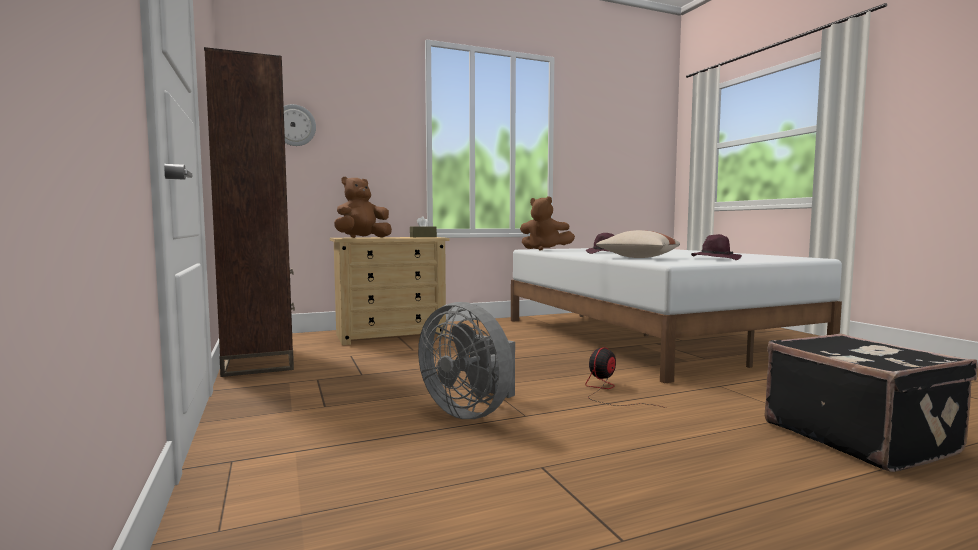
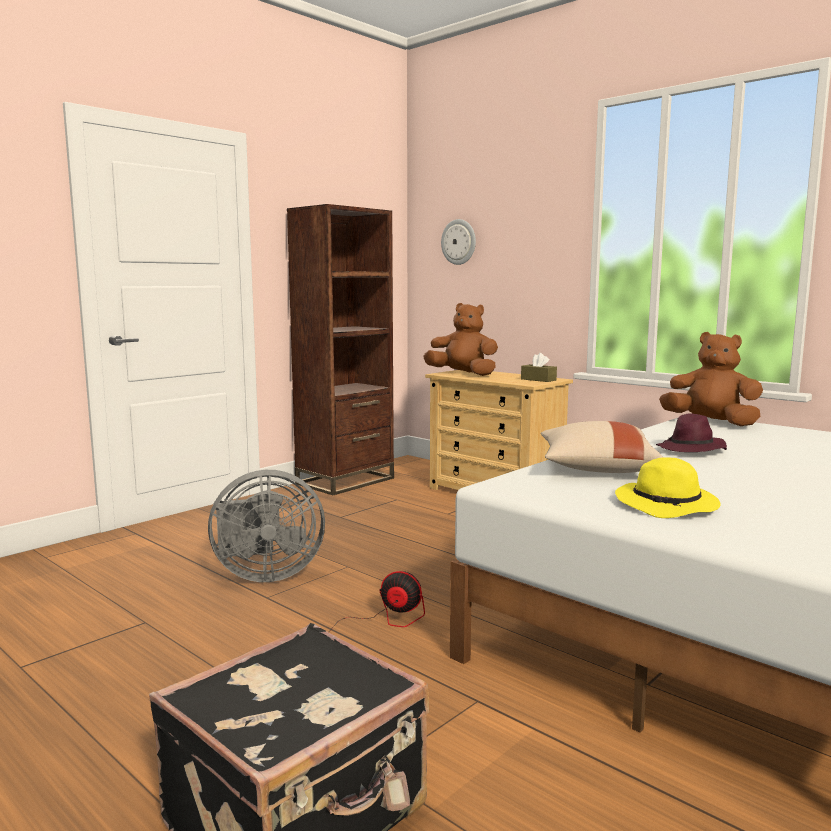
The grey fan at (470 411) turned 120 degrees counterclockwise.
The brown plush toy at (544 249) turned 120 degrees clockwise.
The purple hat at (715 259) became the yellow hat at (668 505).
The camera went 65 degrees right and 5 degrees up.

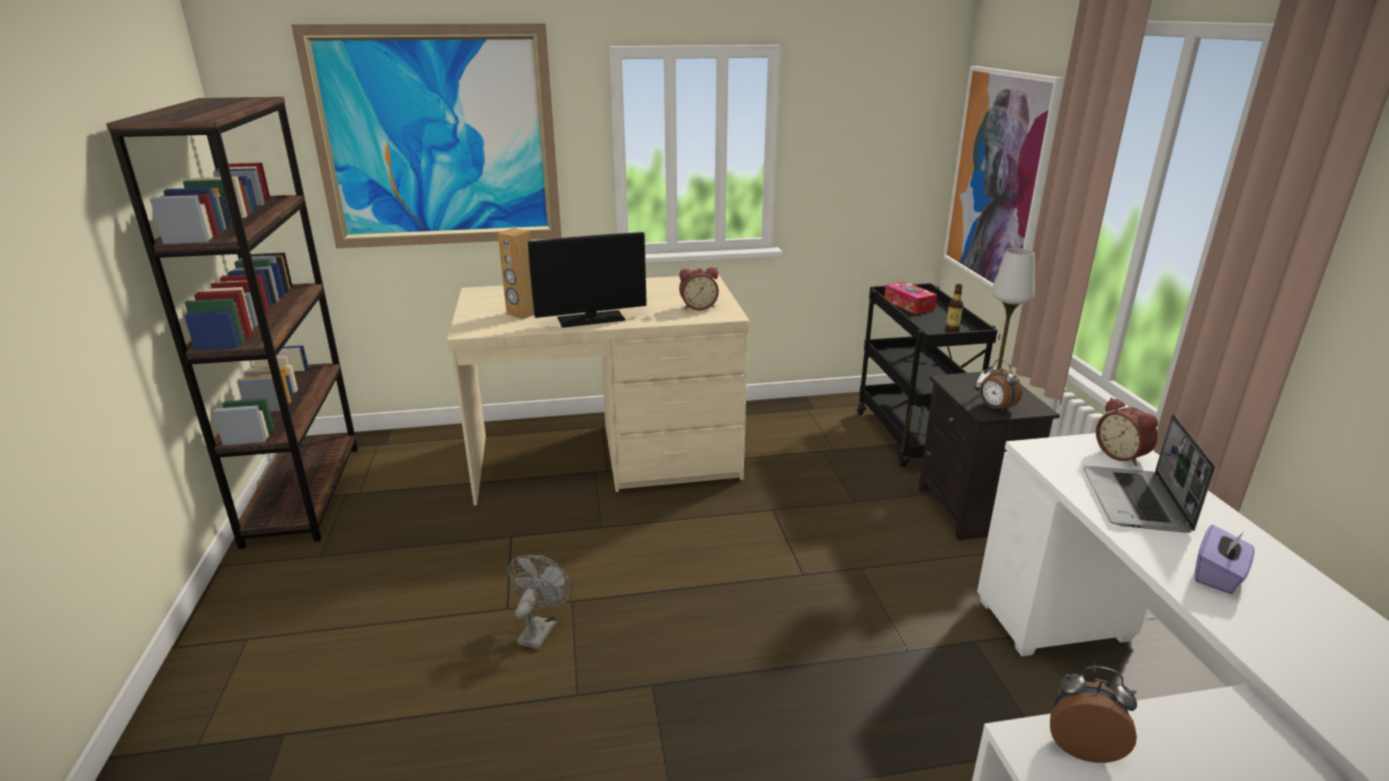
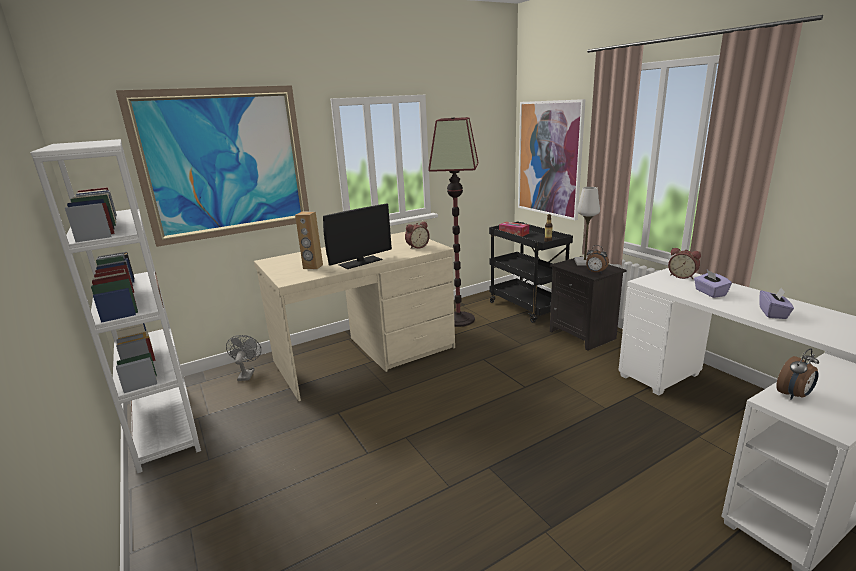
The brown bookcase at (304 493) became the white bookcase at (164 425).
The grey fan moved from (540 629) to (247 374).
The alarm clock at (1082 745) turned 150 degrees clockwise.
The laptop at (1136 502) was replaced by the purple tissue box at (710 293).
The floor lamp at (458 319) appeared.
The camera went 20 degrees left and 5 degrees down.

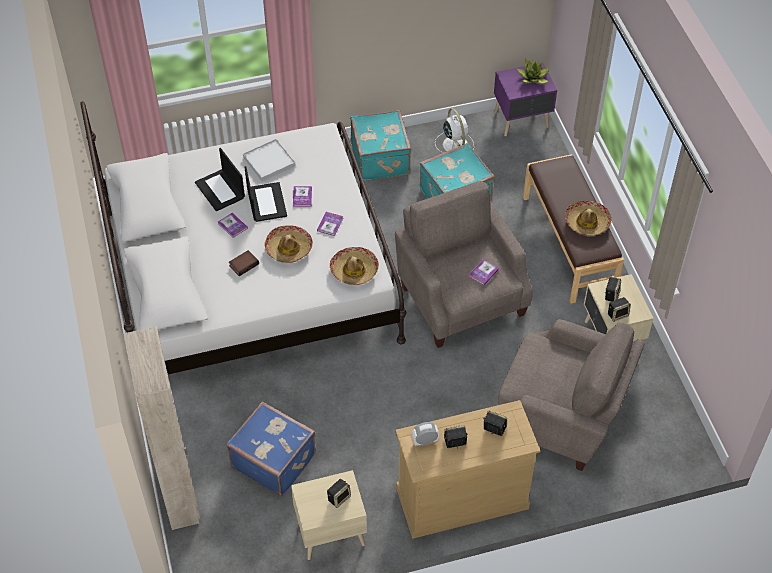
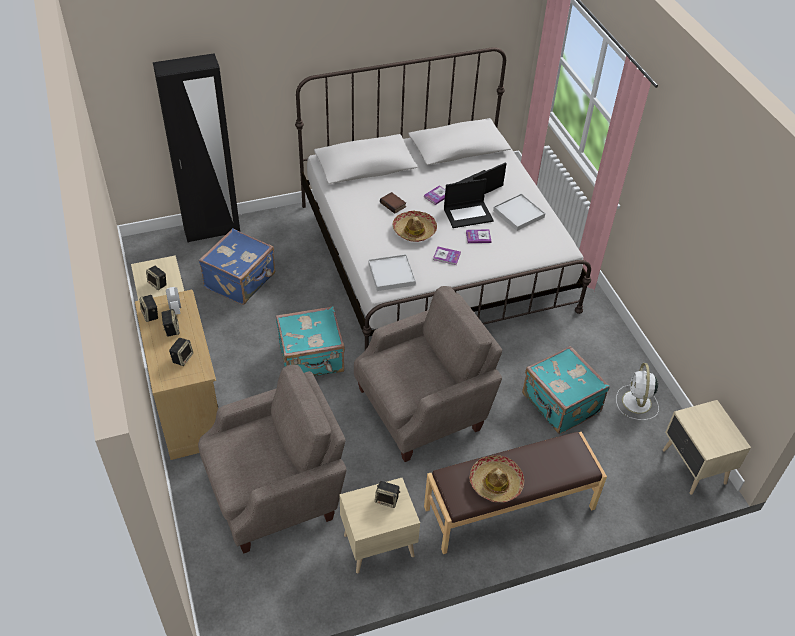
The beige wardrobe at (180 497) became the black wardrobe at (212 231).
The hat at (354 270) was replaced by the white tray at (391 274).
The turquoise suitcase moved from (381 158) to (312 359).
The white fan at (454 144) turned 120 degrees clockwise.
The book at (483 273) disappeared.
The purple nightstand at (522 120) became the beige nightstand at (693 468).
The beige armchair at (561 416) turned 135 degrees counterclockwise.
The potted plant at (533 78) disappeared.
The speaker moved from (617 314) to (151 315).
The camera went 85 degrees right and 5 degrees down.

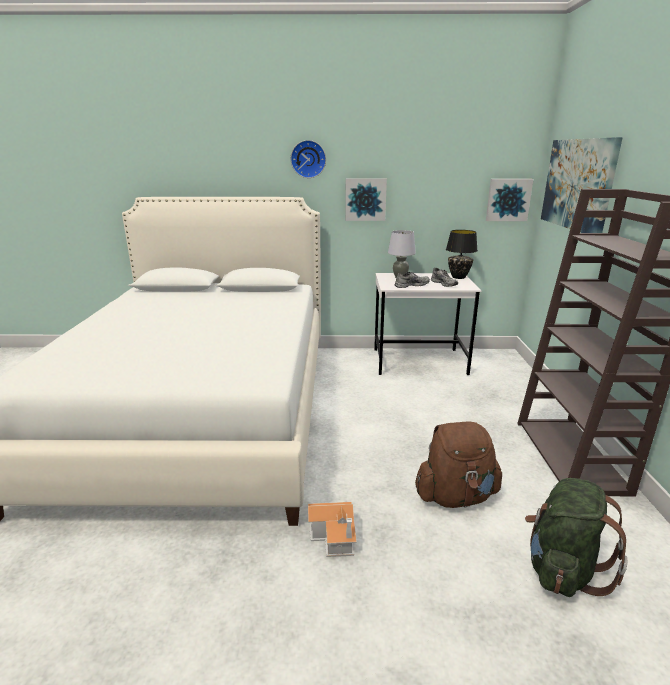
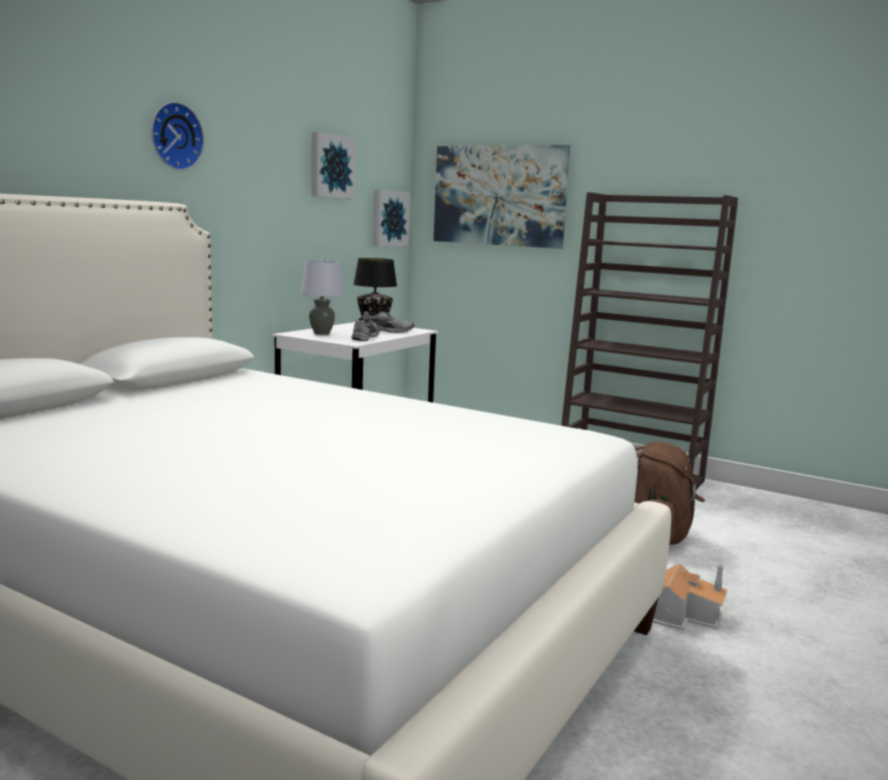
The picture moved from (365 199) to (331 166).
The green backpack at (562 569) disappeared.
The camera went 60 degrees left and 10 degrees down.

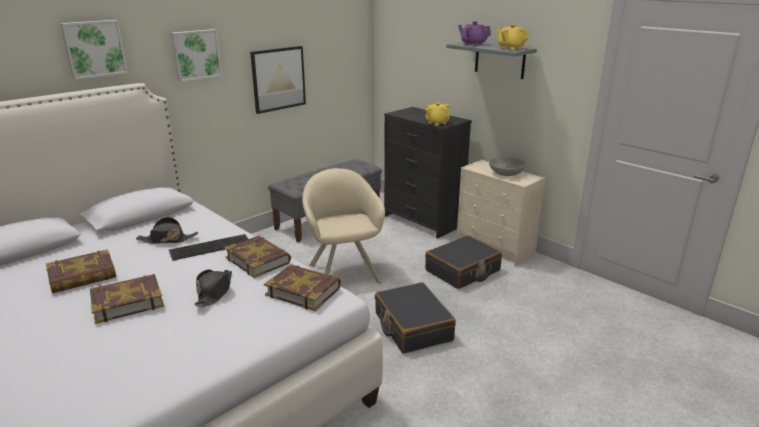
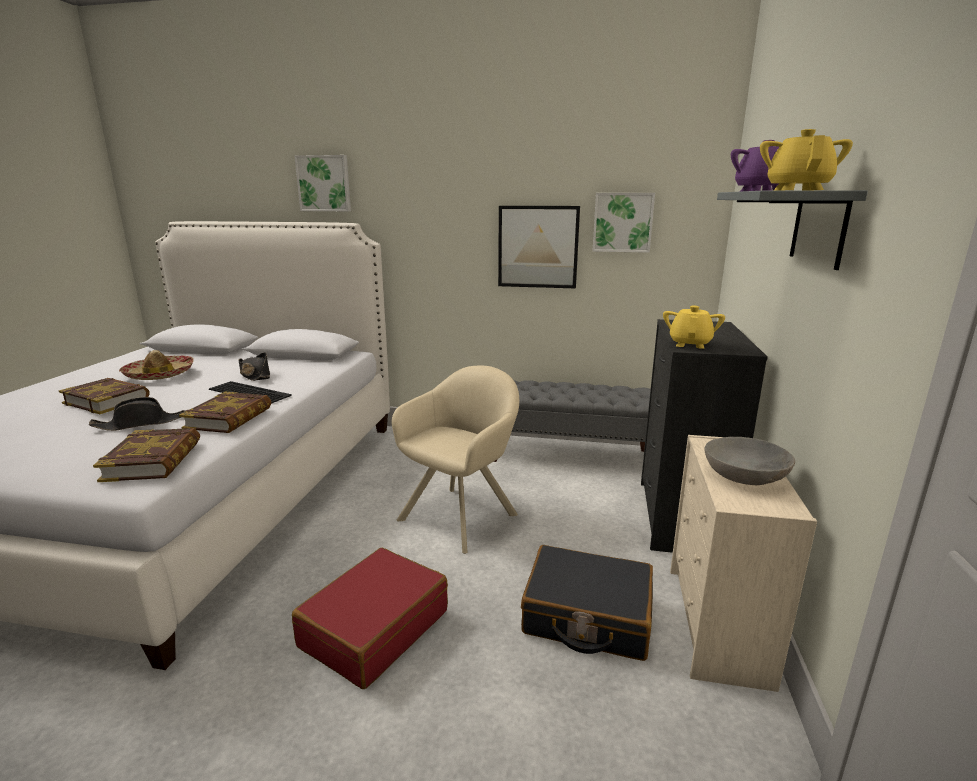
The book at (82 276) was replaced by the hat at (159 375).
The picture moved from (196 54) to (622 222).
The black suitcase at (412 327) became the red suitcase at (374 628).
The camera went 55 degrees right and 5 degrees down.

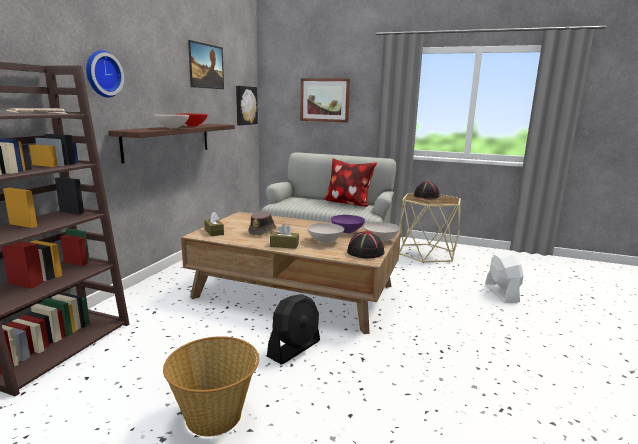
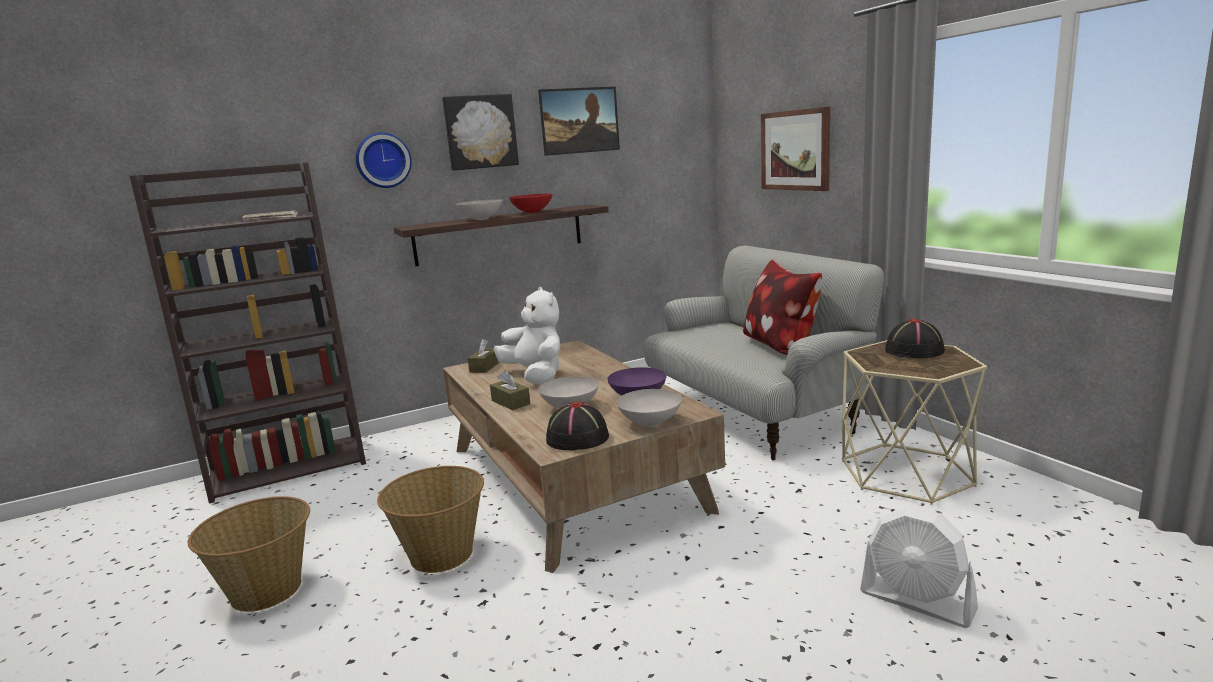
The picture moved from (245 105) to (480 132).
The brown hat at (263 231) was replaced by the white plush toy at (535 376).
The black fan at (294 349) was replaced by the basket at (441 554).
The white fan at (501 293) turned 90 degrees clockwise.
The camera went 45 degrees right and 0 degrees up.

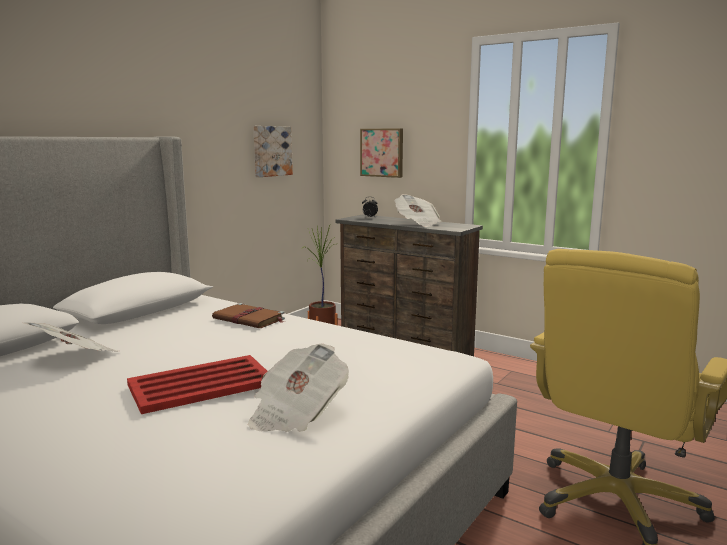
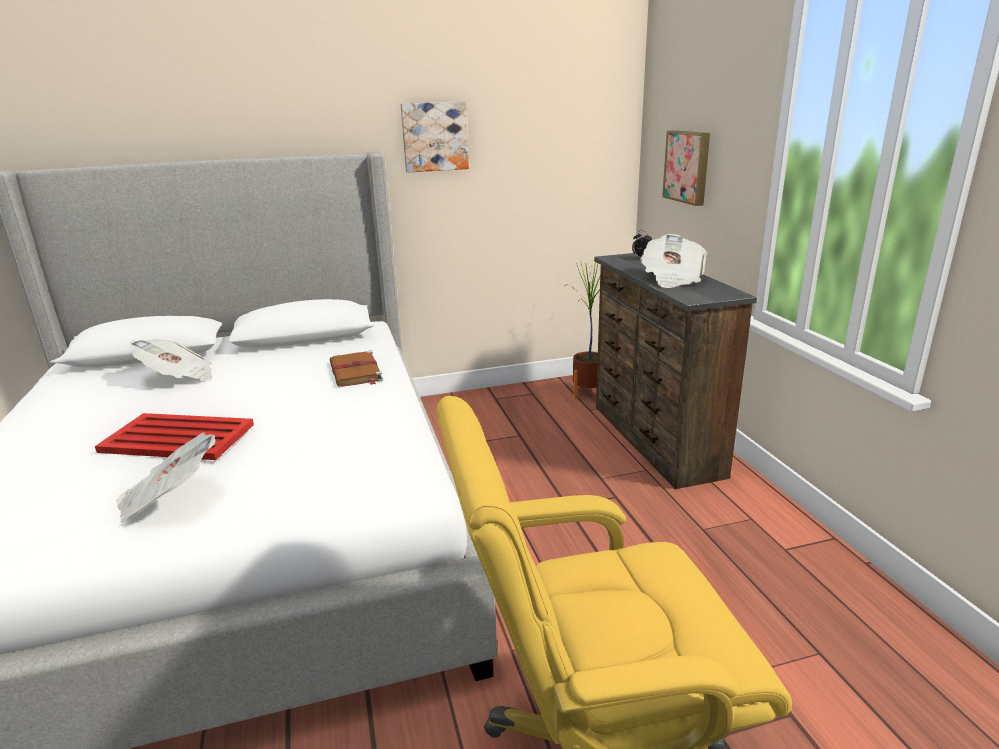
The picture moved from (271 151) to (434 136).
The camera went 40 degrees right and 10 degrees up.

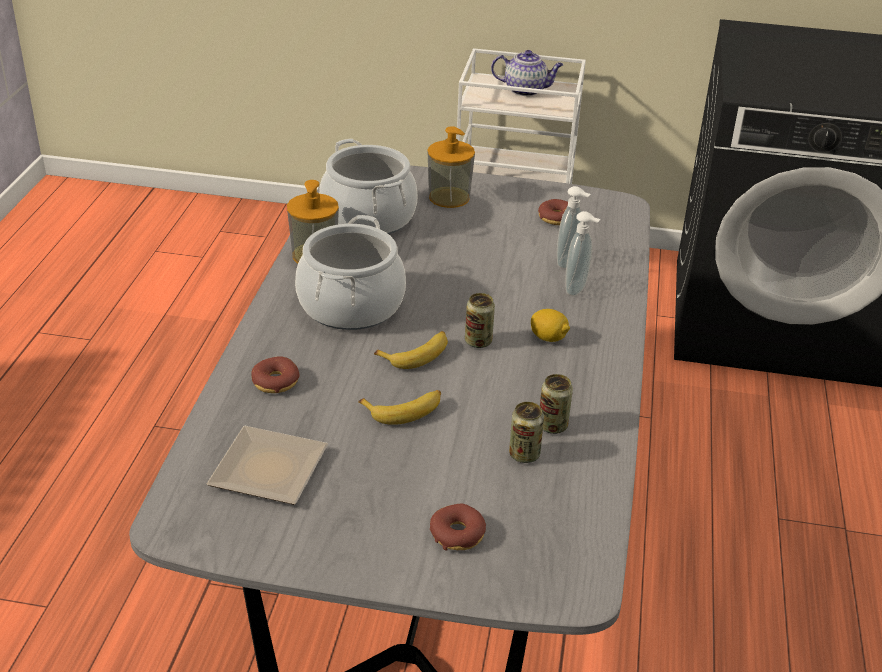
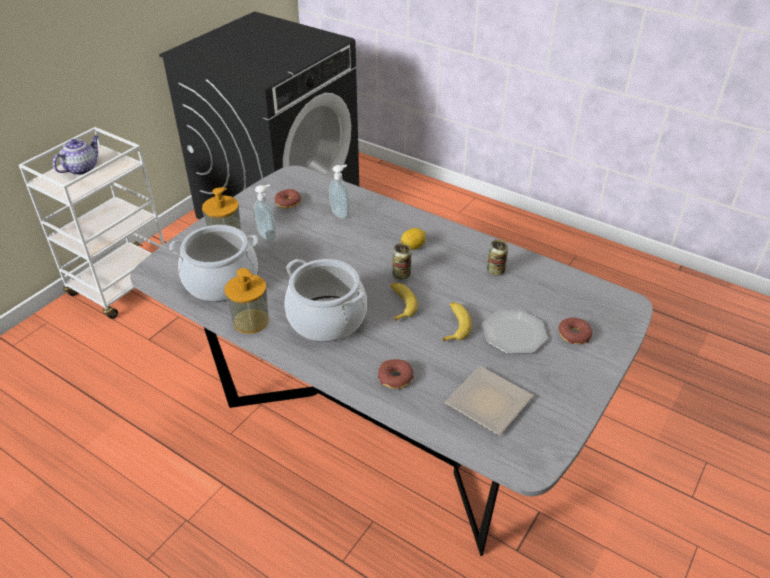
The can at (524 454) disappeared.
The soap dispenser moved from (578 289) to (268 235).
The plate at (513 333) appeared.
The camera went 65 degrees left and 5 degrees up.

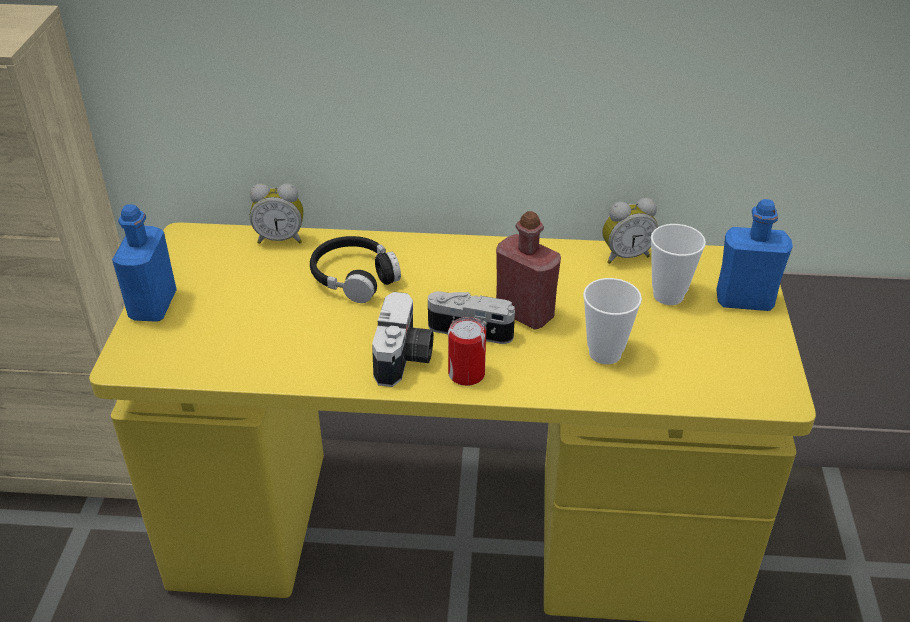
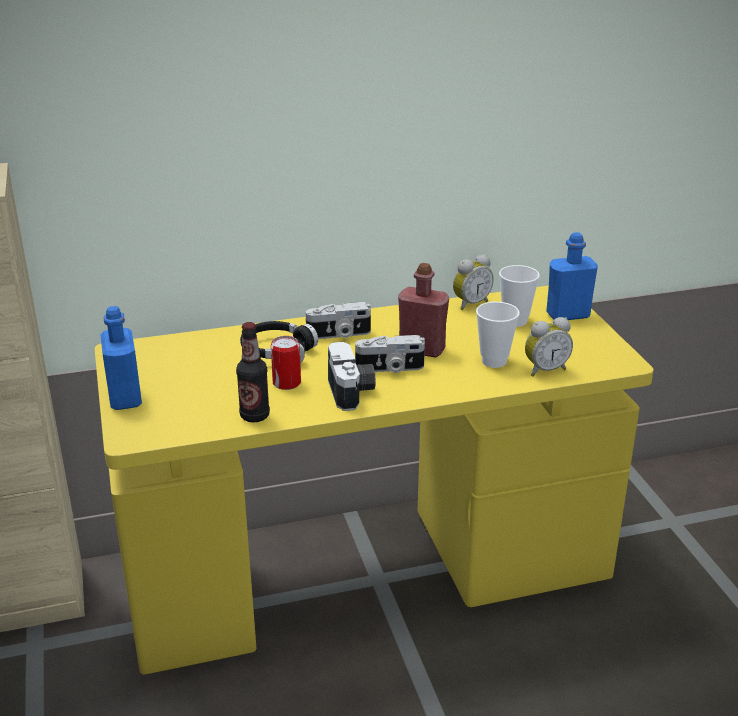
The alarm clock moved from (280 238) to (544 370).
The can moved from (466 374) to (286 383).
The bottle at (254 416) appeared.
The photo camera at (339 335) appeared.
The camera went 20 degrees left and 10 degrees down.

